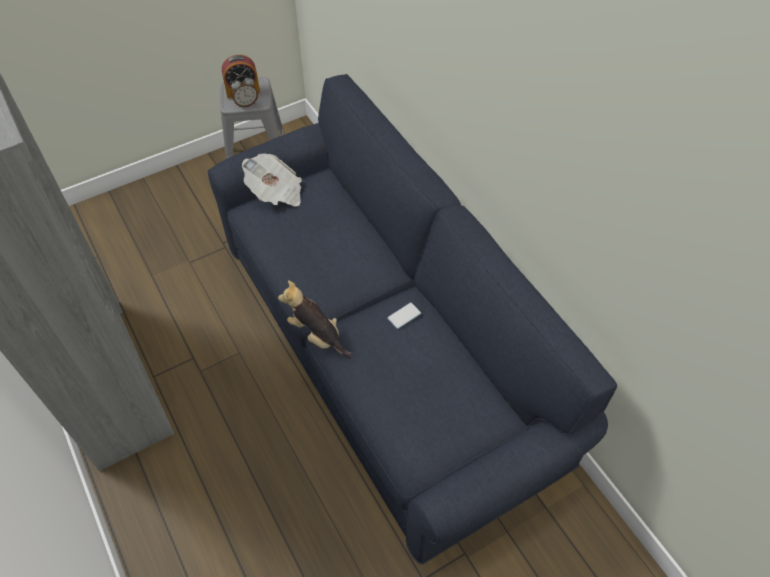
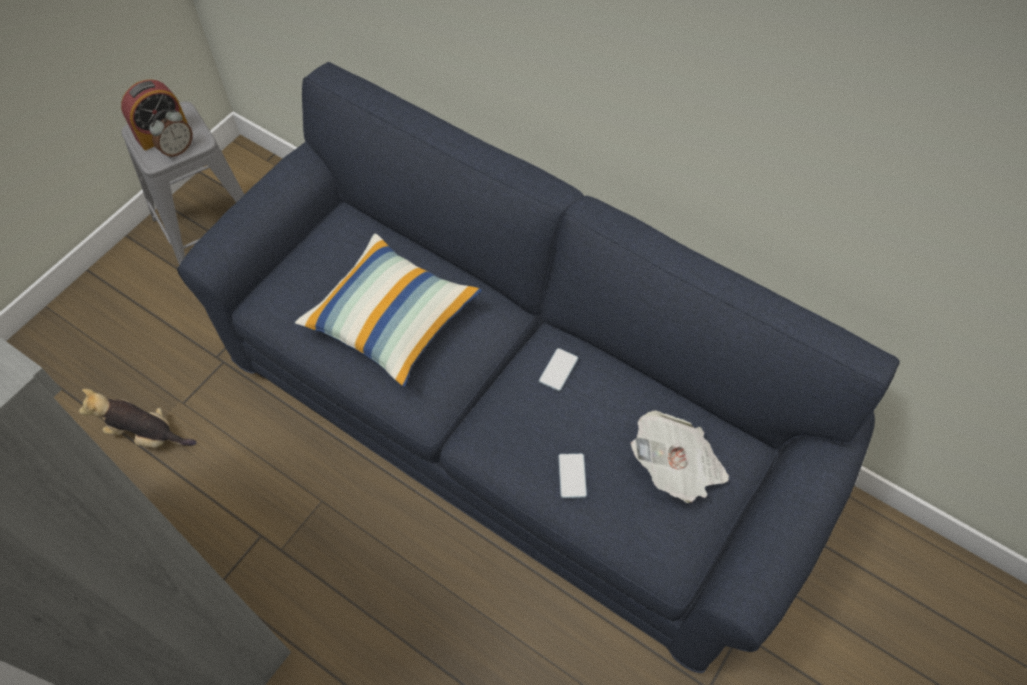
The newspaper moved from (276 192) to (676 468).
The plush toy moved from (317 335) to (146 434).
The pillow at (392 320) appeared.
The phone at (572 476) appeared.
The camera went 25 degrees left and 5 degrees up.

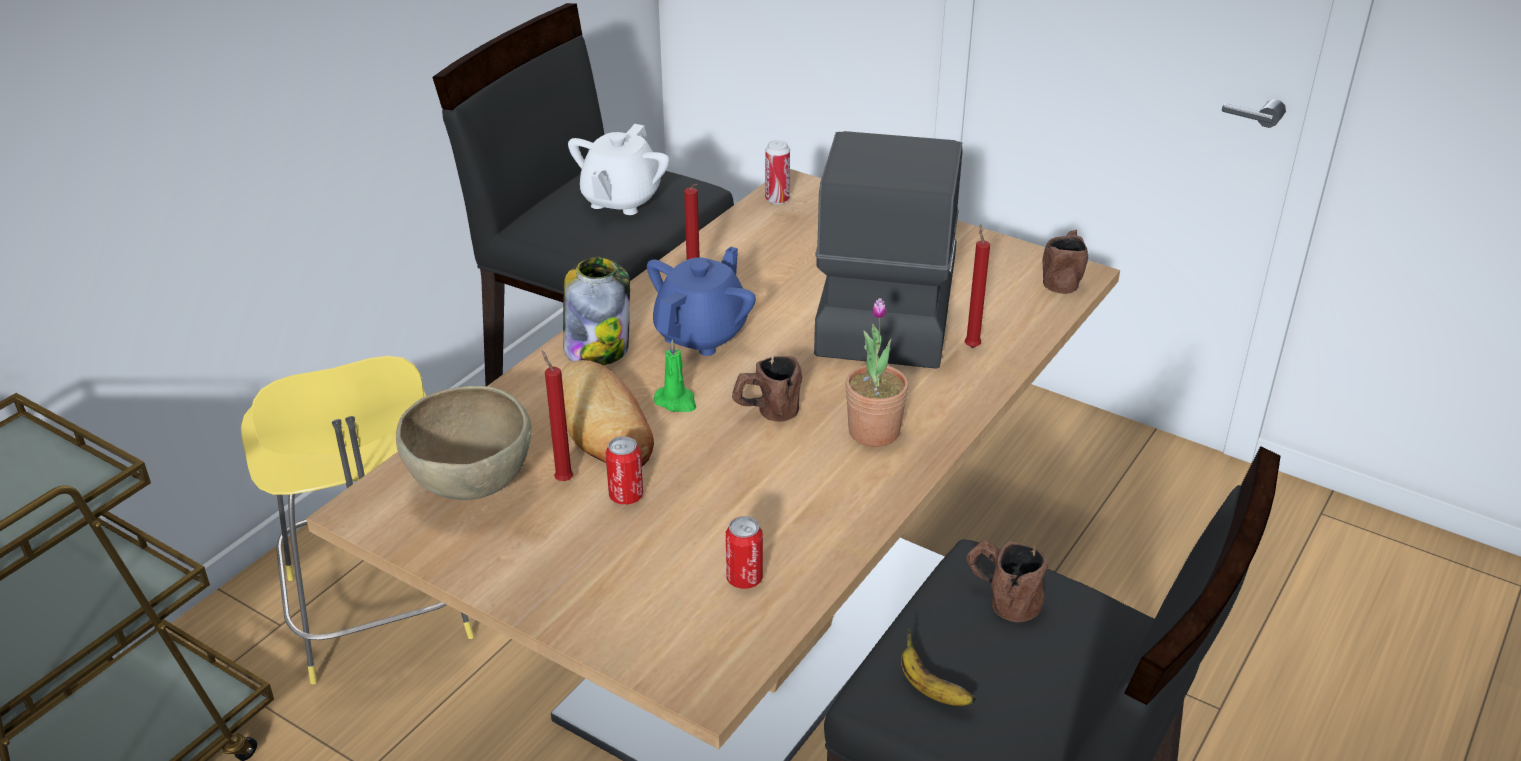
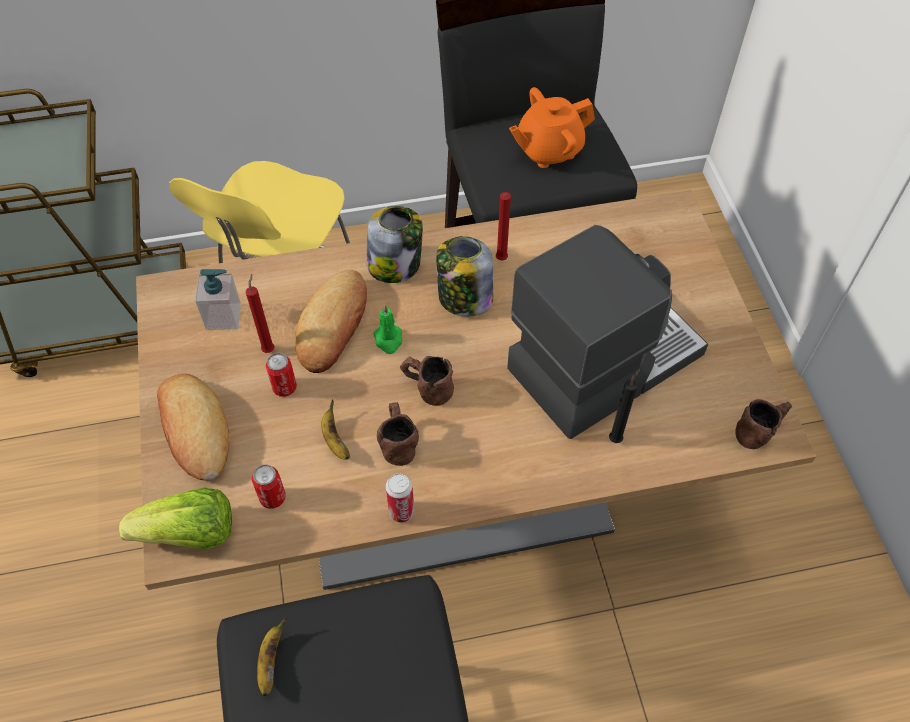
The brown bowl at (471 486) was replaced by the soap dispenser at (223 316).
The white teapot at (620 200) became the orange teapot at (548 150).
The blue teapot at (702 334) was replaced by the jar at (464 298).
The can moved from (777 199) to (401 512).
The potted plant at (874 431) disappeared.
The red candle at (971 346) became the black candle at (616 438).
The brown mug moved from (1001 598) to (397 441).
The lettuce at (190 534) appeared.
The bread at (195 430) appeared.
The banana at (334 440) appeared.
The camera went 45 degrees right and 20 degrees up.

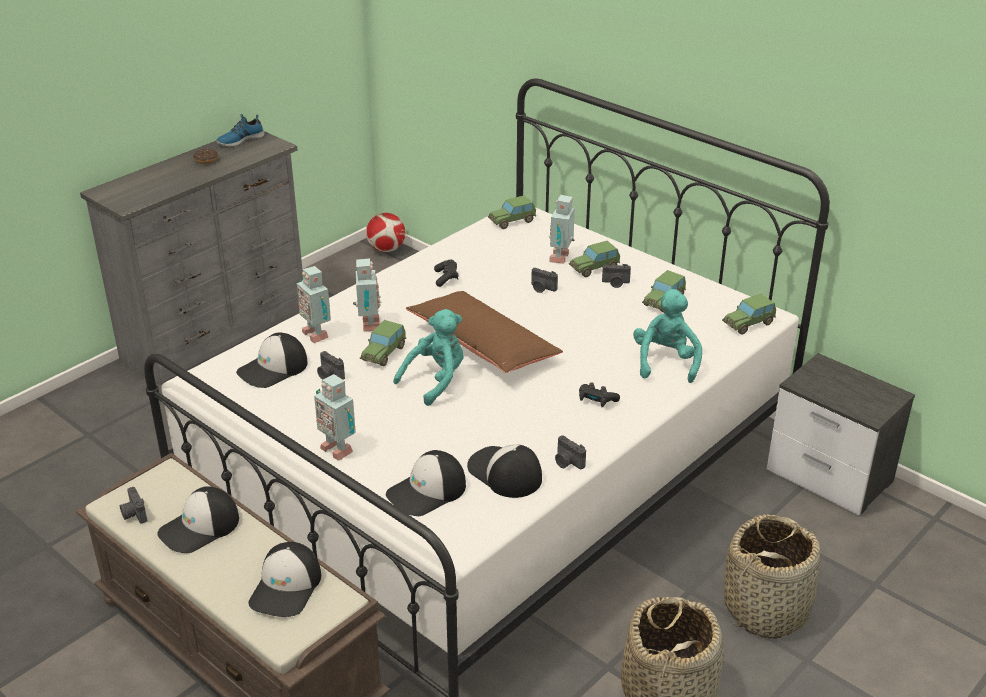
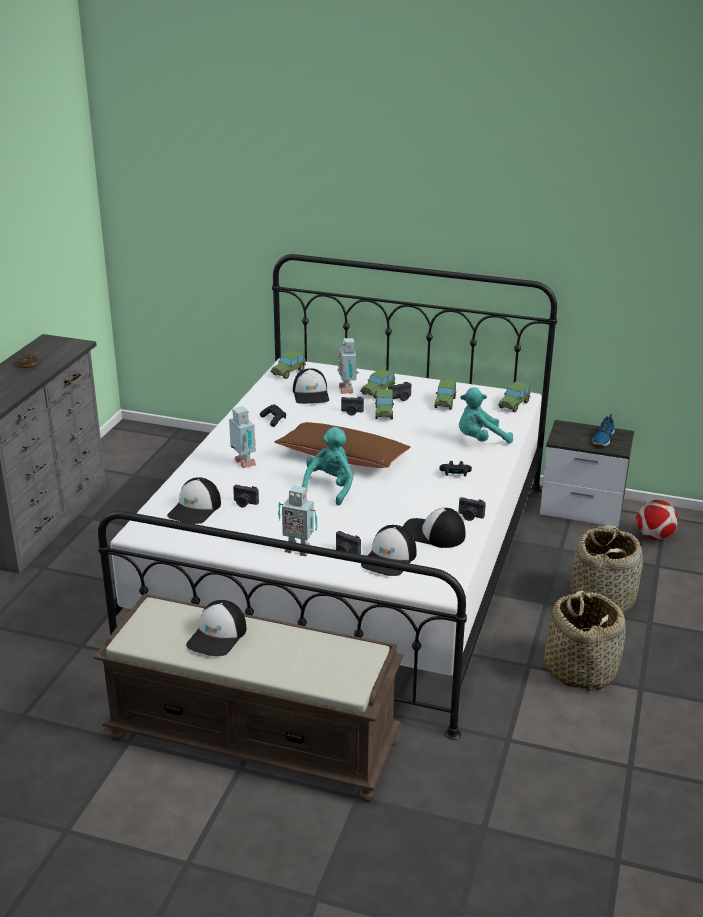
The photo camera moved from (133 514) to (345 552).
The shoe moved from (240 140) to (602 438).
The cap moved from (286 588) to (311 394).
The toy robot at (317 334) disappeared.
The toy car moved from (384 353) to (384 412).
The football moved from (386 249) to (654 536).
The turquoise plush toy at (665 362) turned 90 degrees counterclockwise.
The camera went 25 degrees left and 5 degrees down.

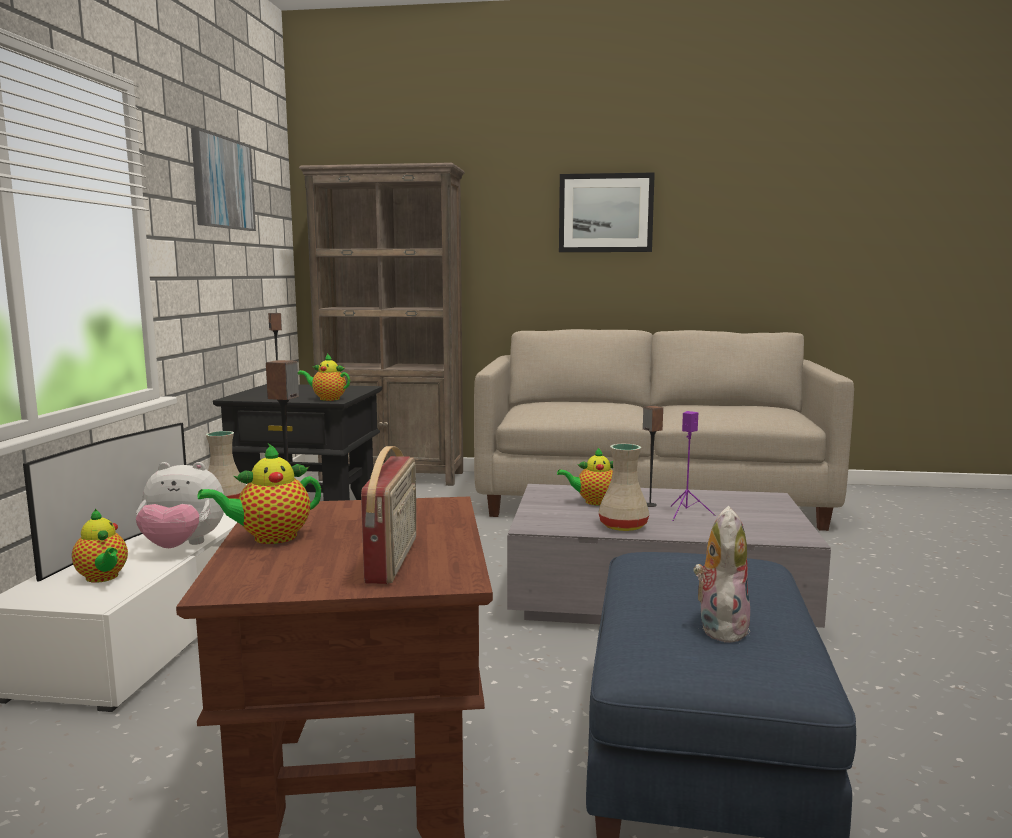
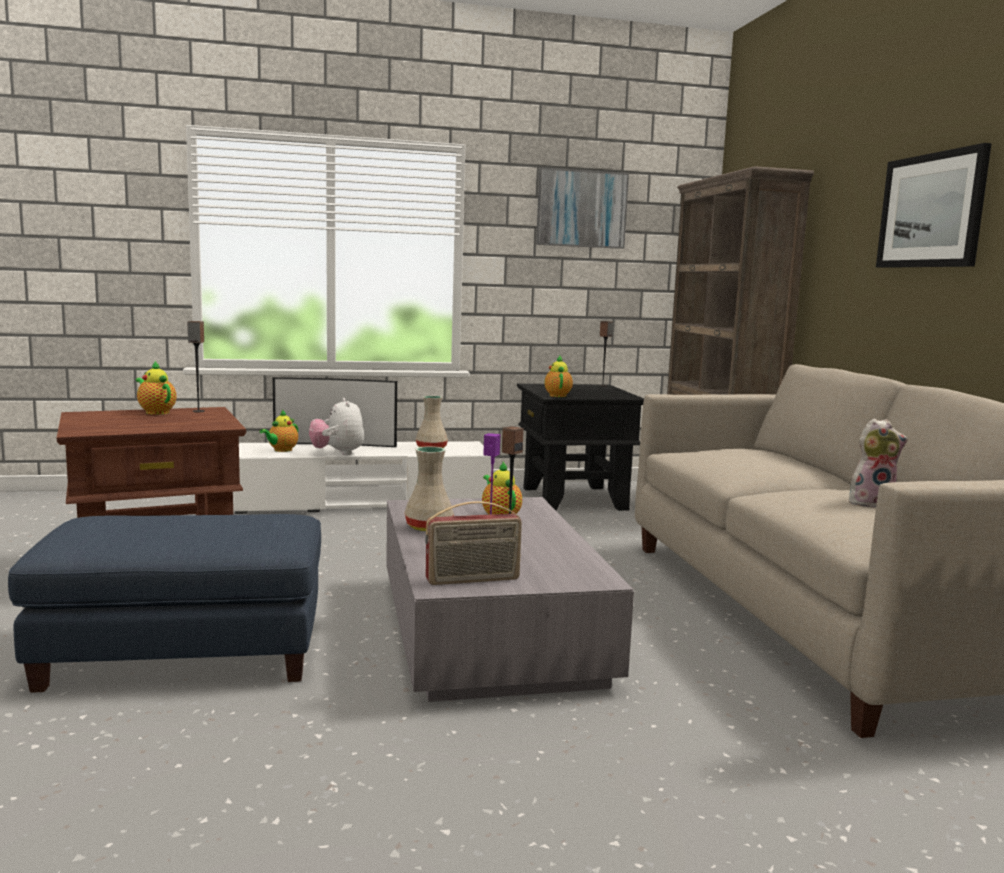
The radio moved from (394 560) to (473 580).
The plush toy moved from (719 627) to (871 503).
The camera went 70 degrees right and 0 degrees up.

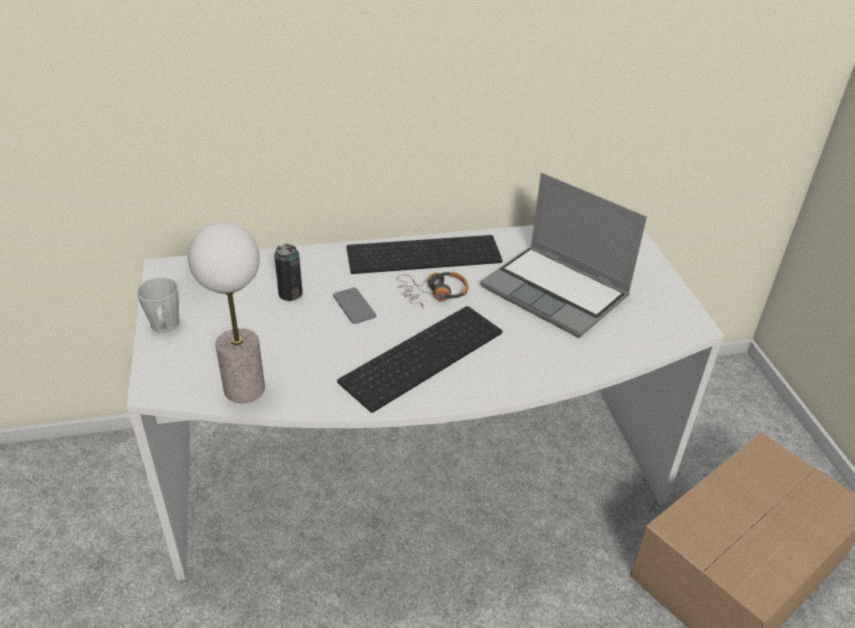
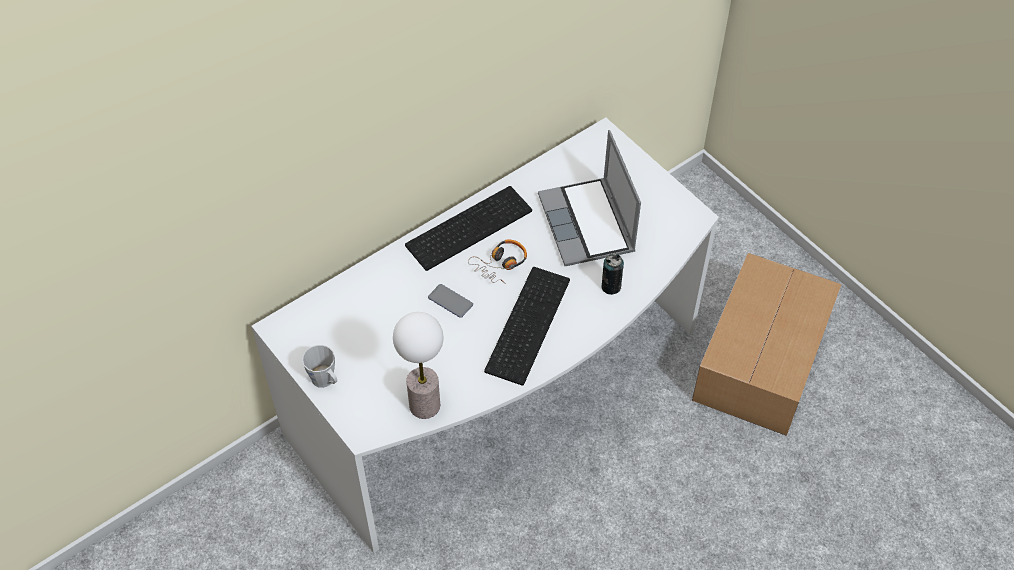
The can moved from (290 294) to (611 286).
The laptop at (557 292) turned 60 degrees clockwise.
The camera went 25 degrees left and 15 degrees up.

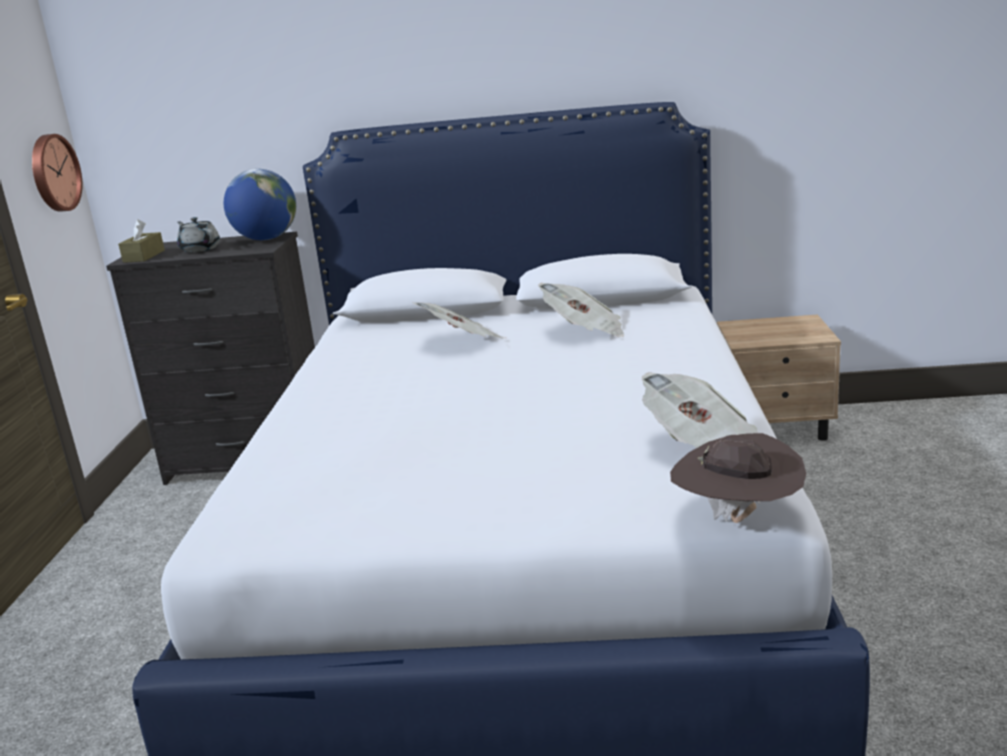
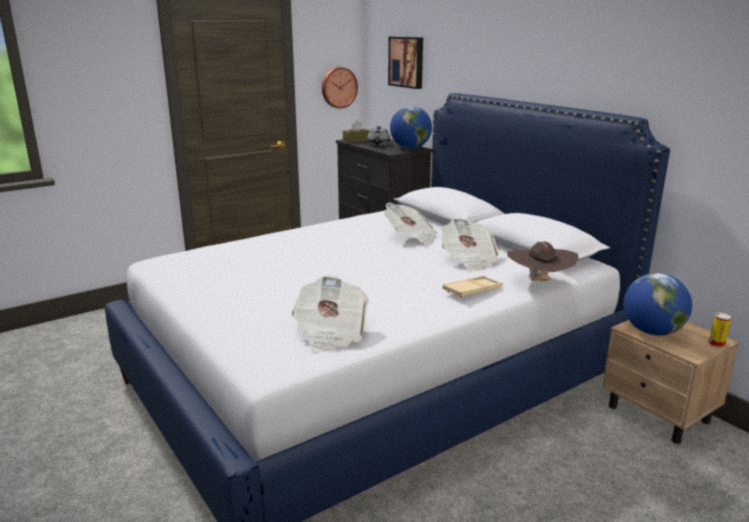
The brown hat moved from (738 519) to (539 282).
The picture at (407 62) appeared.
The beige tray at (472 290) appeared.
The globe at (652 332) appeared.
The can at (716 344) appeared.
The camera went 50 degrees right and 0 degrees up.

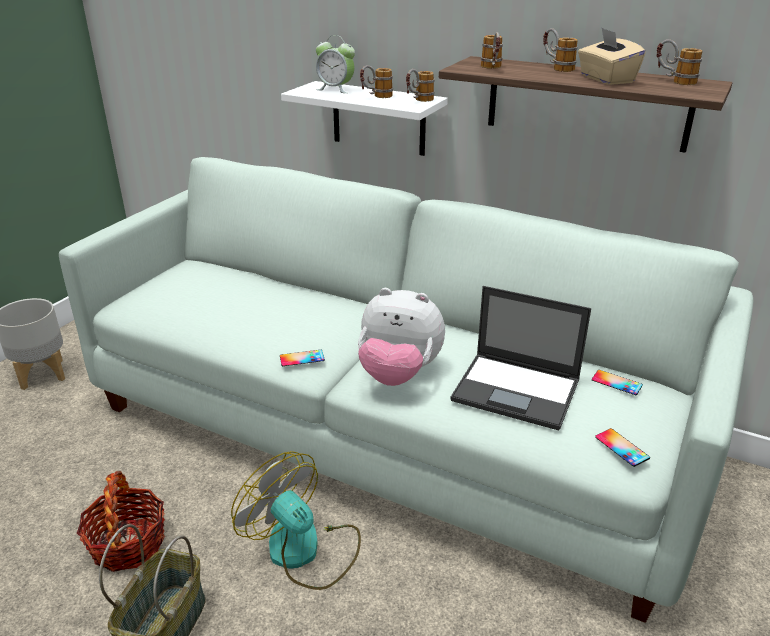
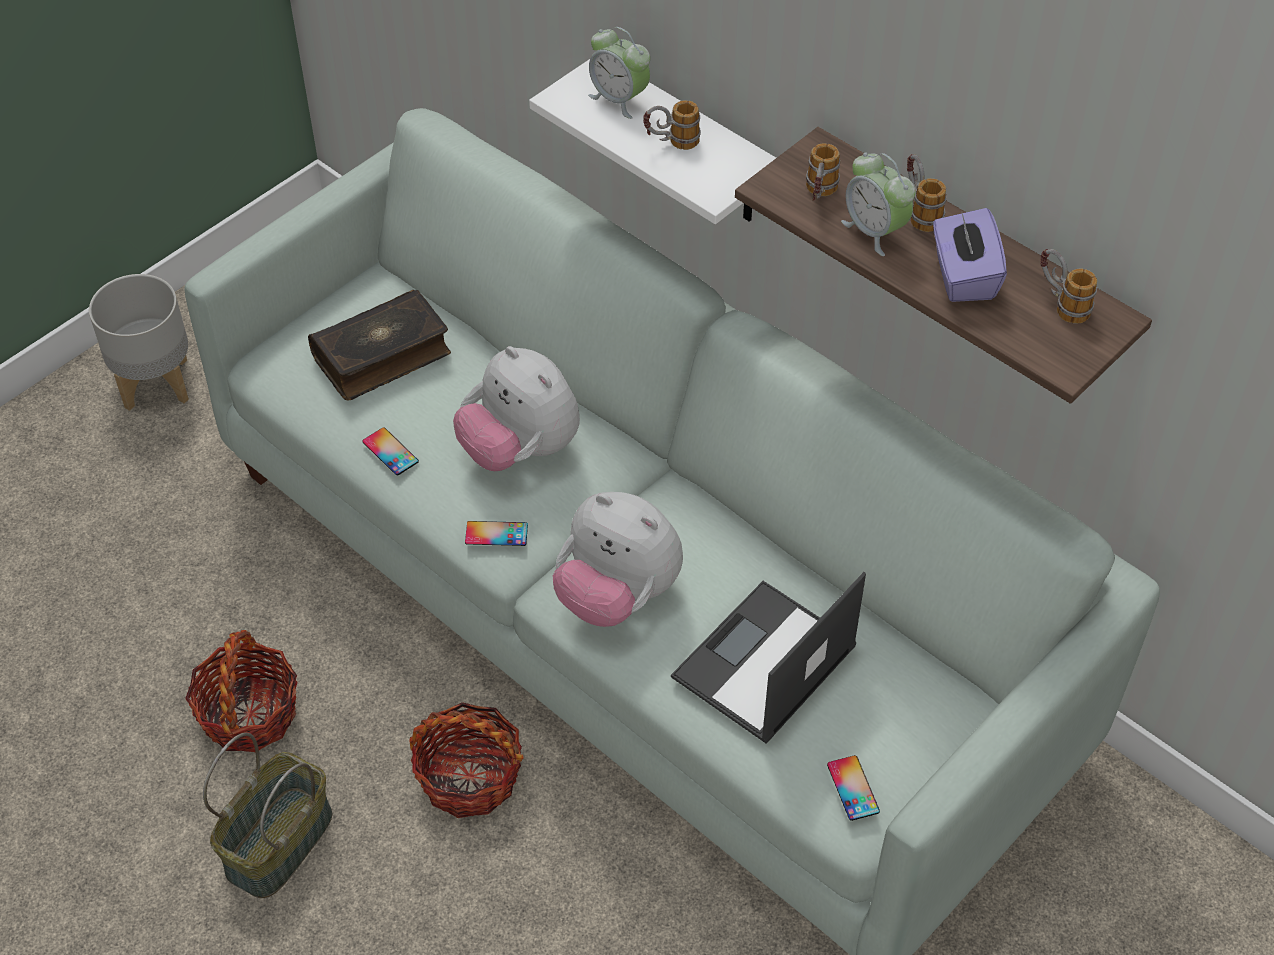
The fan at (304 551) was replaced by the basket at (469 777).
The mug at (418 101) disappeared.
The laptop at (517 391) turned 90 degrees clockwise.
The beige tissue box at (606 79) became the purple tissue box at (963 276).
The phone moved from (616 383) to (390 451).
The book at (382 356) appeared.
The plush toy at (520 449) appeared.
The alarm clock at (875 231) appeared.
The camera went 15 degrees right and 20 degrees up.

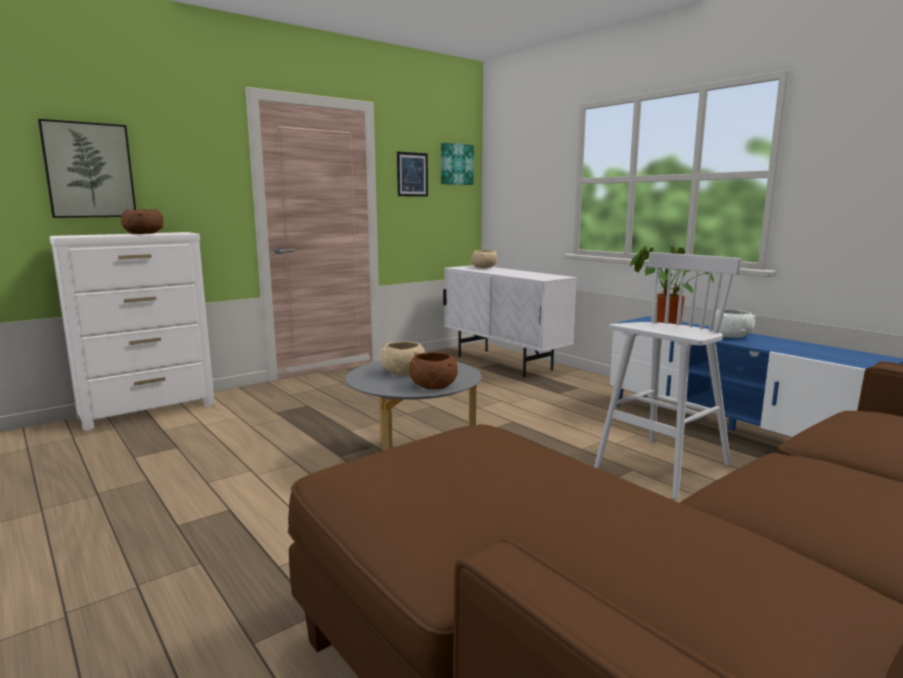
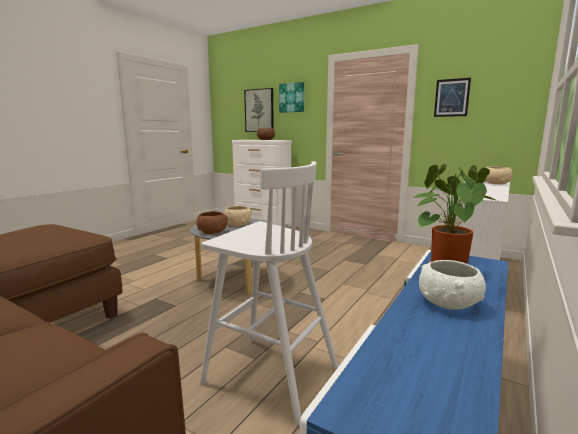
The picture moved from (456 164) to (292 97).
The camera went 70 degrees right and 0 degrees up.

